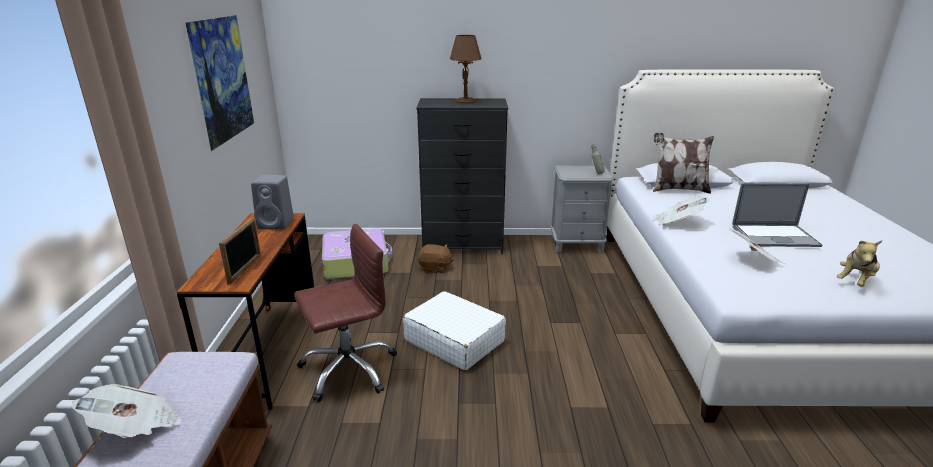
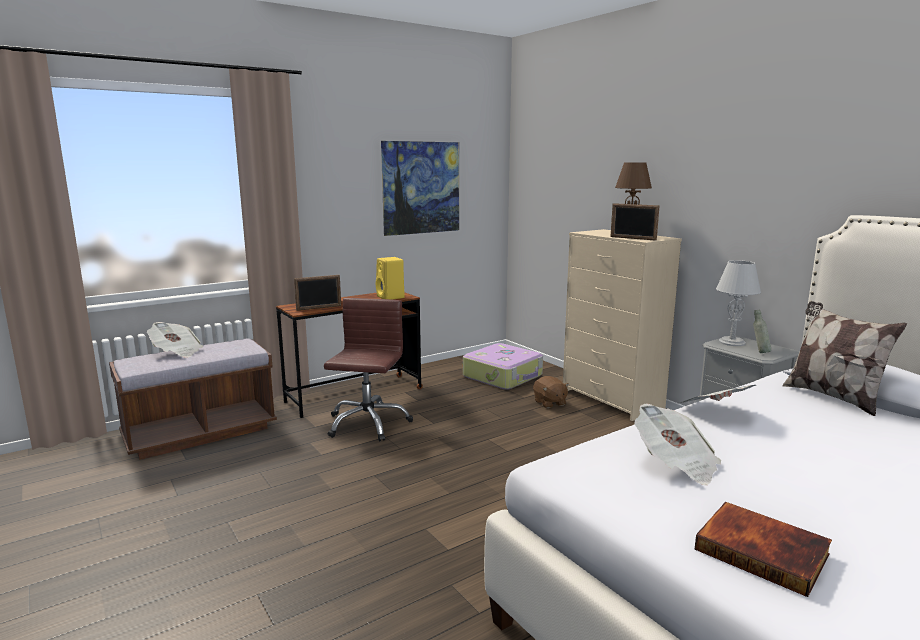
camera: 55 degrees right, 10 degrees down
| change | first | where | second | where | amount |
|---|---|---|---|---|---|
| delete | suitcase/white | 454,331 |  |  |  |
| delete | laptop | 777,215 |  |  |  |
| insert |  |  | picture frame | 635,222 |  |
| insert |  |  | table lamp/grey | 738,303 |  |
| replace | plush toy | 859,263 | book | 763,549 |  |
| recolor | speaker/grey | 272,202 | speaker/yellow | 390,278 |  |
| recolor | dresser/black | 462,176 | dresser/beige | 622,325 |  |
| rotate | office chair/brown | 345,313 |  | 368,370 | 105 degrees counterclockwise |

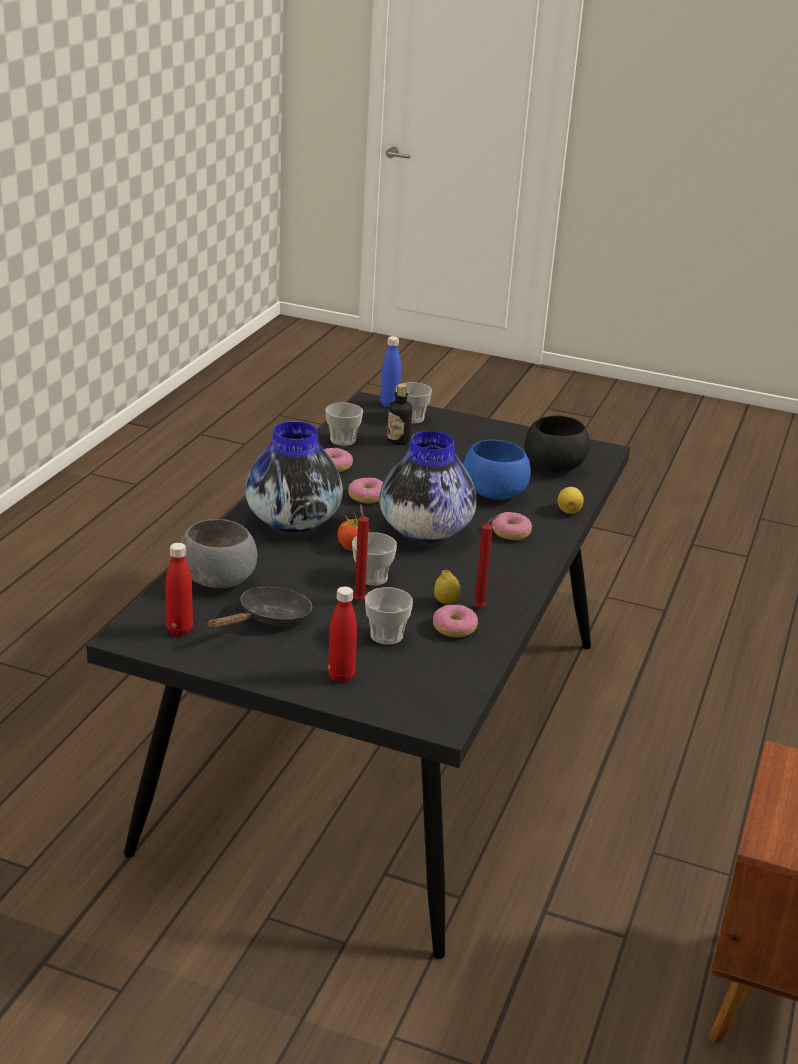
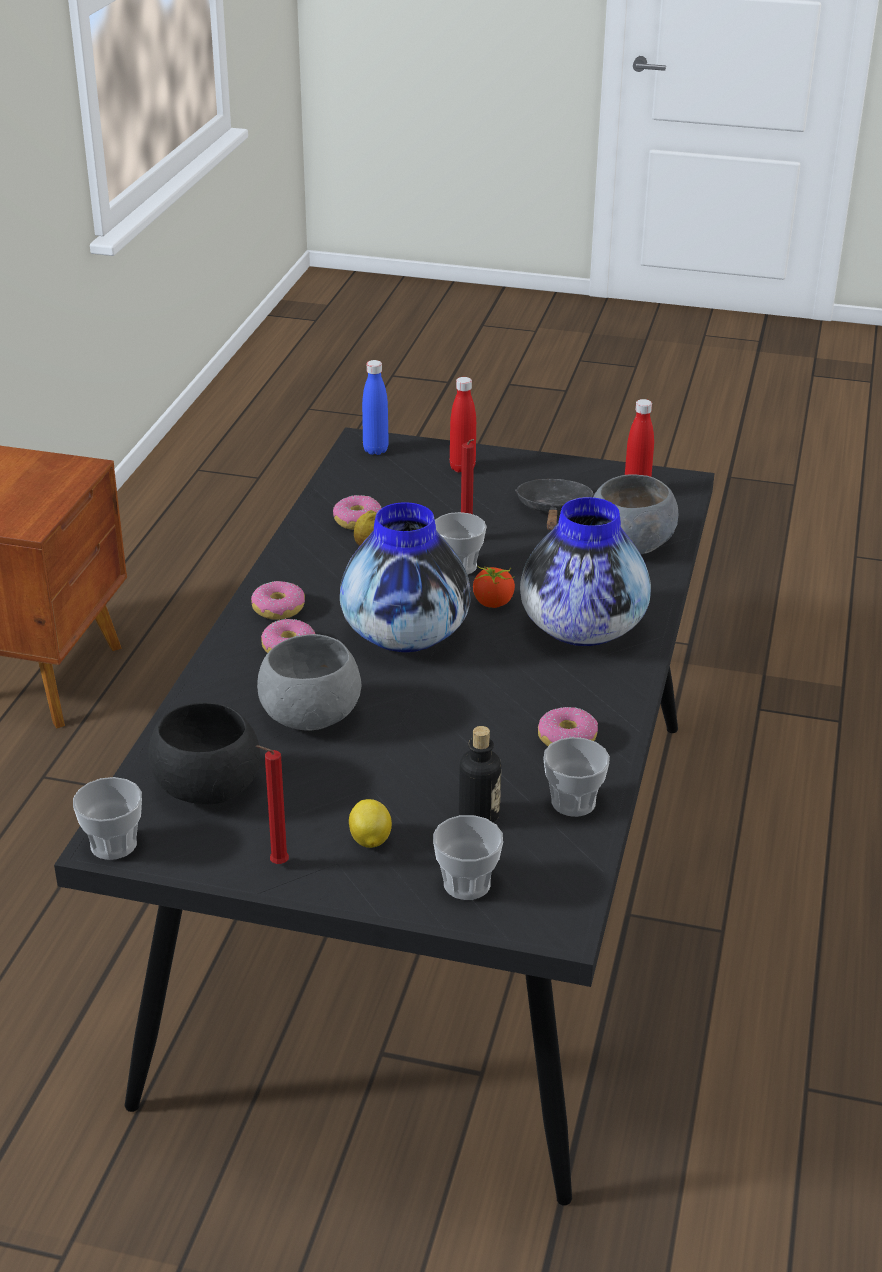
camera: 175 degrees right, 5 degrees up
| change | first | where | second | where | amount |
|---|---|---|---|---|---|
| move | donut | 365,490 |  | 278,600 |  |
| move | cup | 389,616 |  | 107,818 |  |
| move | bottle/blue | 390,371 |  | 375,407 |  |
| move | candle/red | 486,562 |  | 272,804 |  |
| move | lemon | 571,500 |  | 370,823 |  |
| recolor | bowl/blue | 497,470 | bowl/grey | 309,682 |  |
| rotate | frying pan/black | 259,608 |  | 554,504 | 150 degrees clockwise |

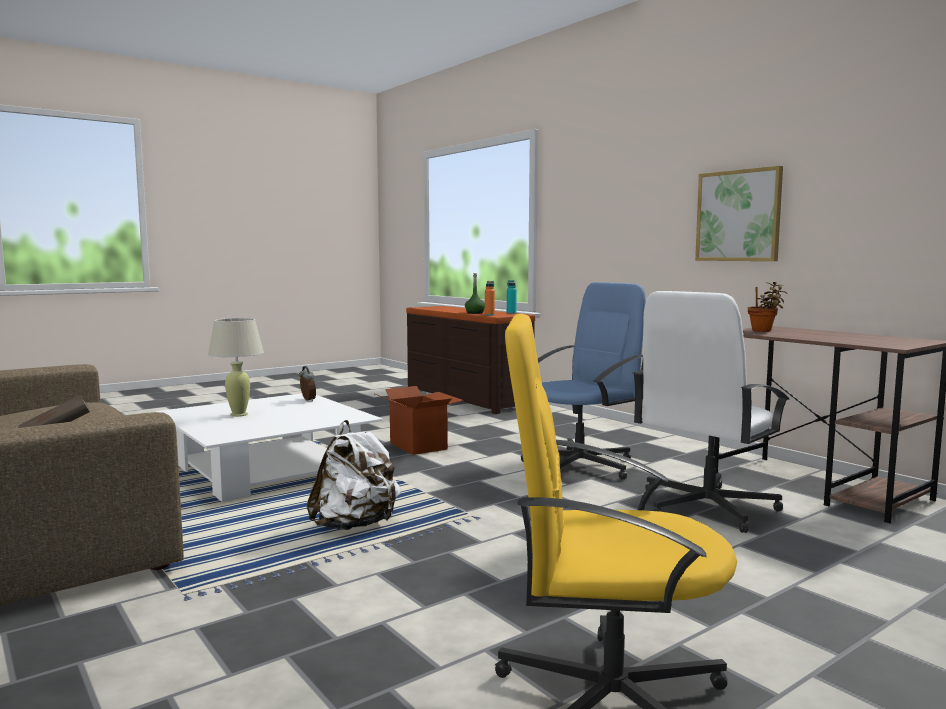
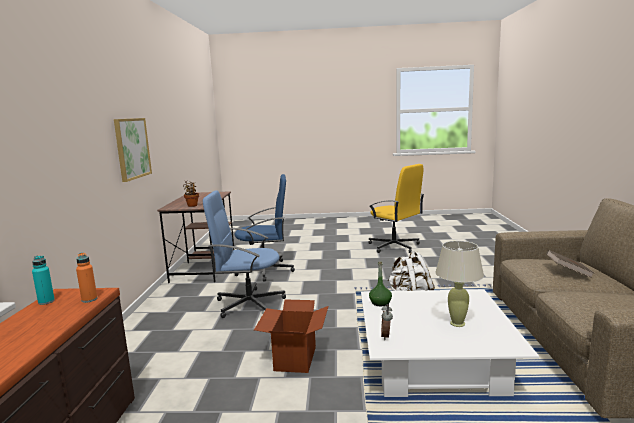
camera: 140 degrees left, 5 degrees up
| change | first | where | second | where | amount |
|---|---|---|---|---|---|
| move | bottle/green | 475,293 |  | 380,284 |  |
| recolor | office chair/white | 711,412 | office chair/blue | 265,228 |  |

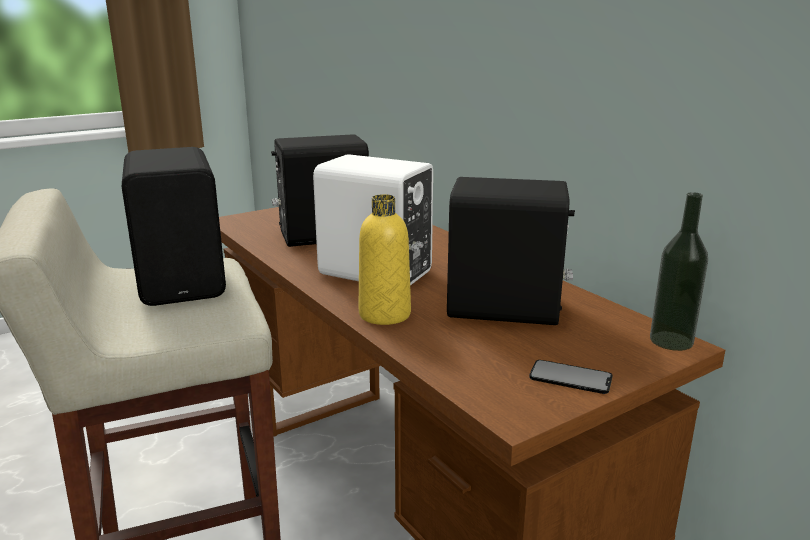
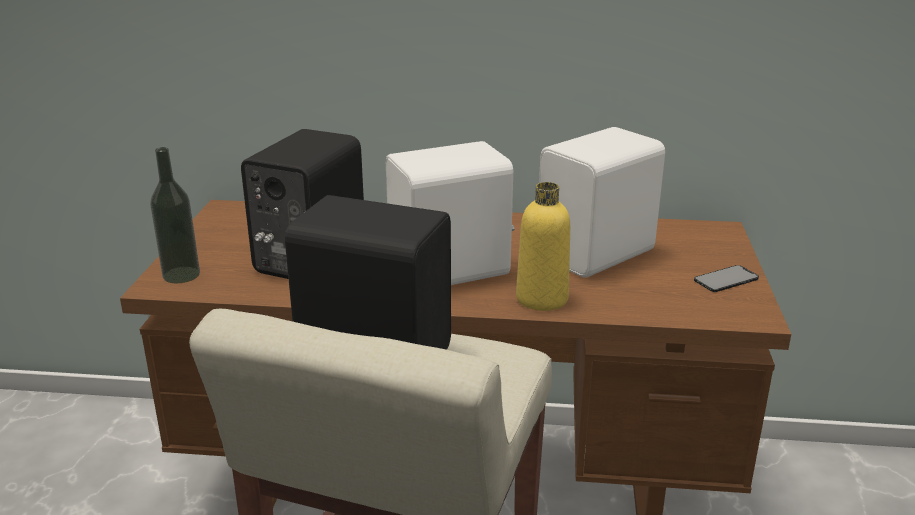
camera: 50 degrees left, 5 degrees up
| change | first | where | second | where | amount |
|---|---|---|---|---|---|
| move | bottle | 679,271 |  | 175,215 |  |
| recolor | speaker/black | 511,251 | speaker/white | 602,202 |  |

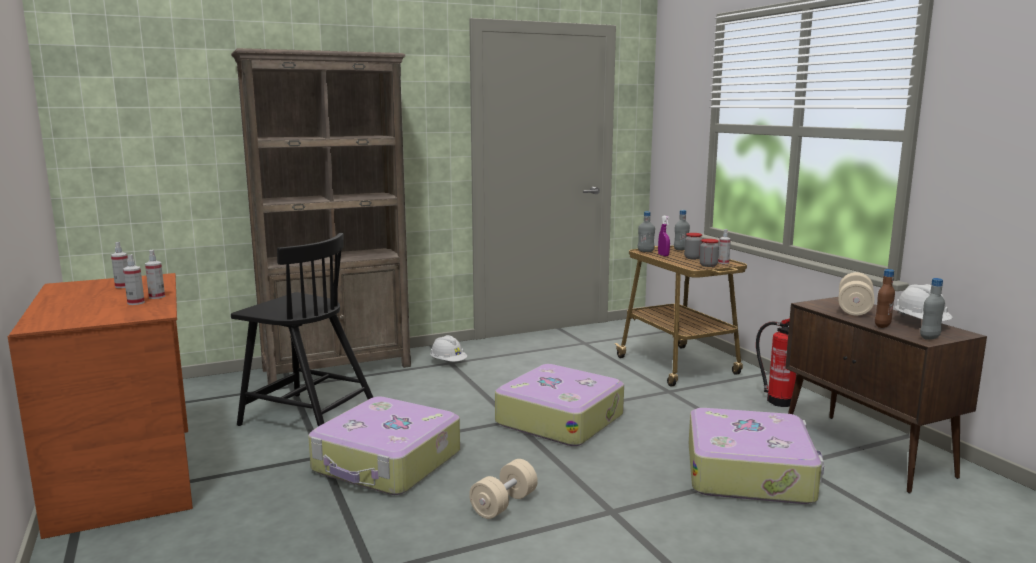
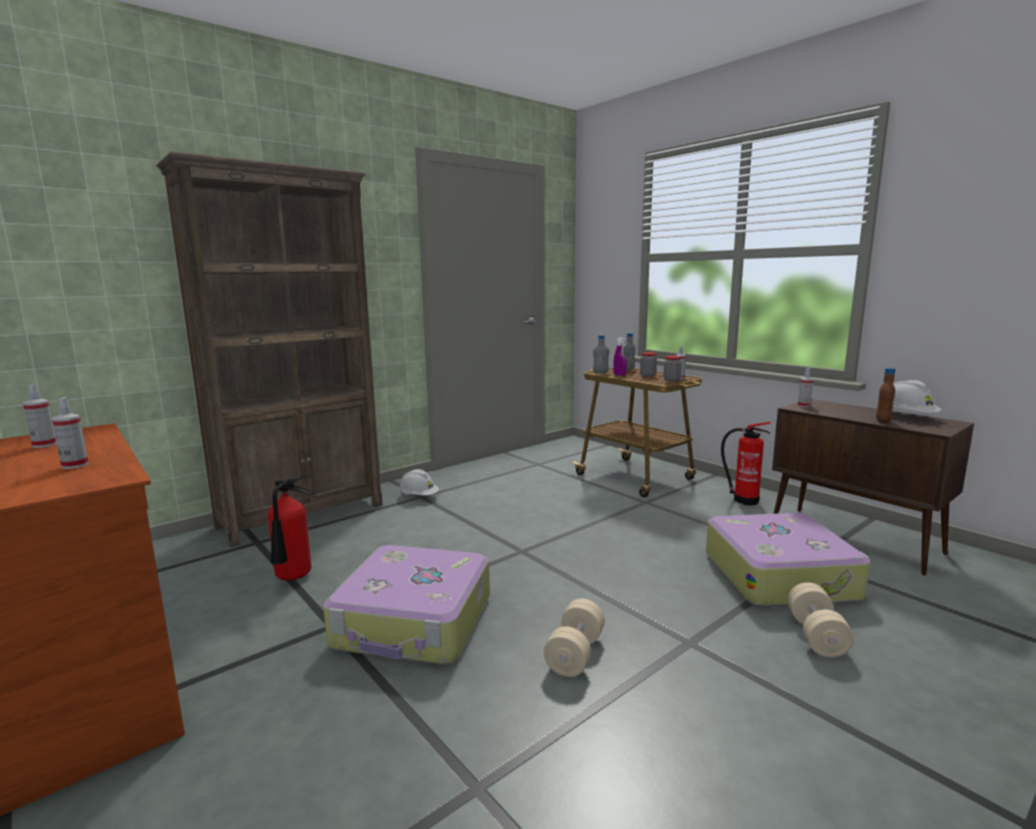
camera: 15 degrees left, 0 degrees up
| change | first | where | second | where | amount |
|---|---|---|---|---|---|
| delete | suitcase | 559,405 |  |  |  |
| delete | bottle/grey | 932,309 |  |  |  |
| move | spray bottle | 155,274 |  | 805,387 |  |
| move | dumbbell/beige | 856,294 |  | 820,620 |  |
| replace | chair/black | 302,329 | fire extinguisher | 291,527 |  |

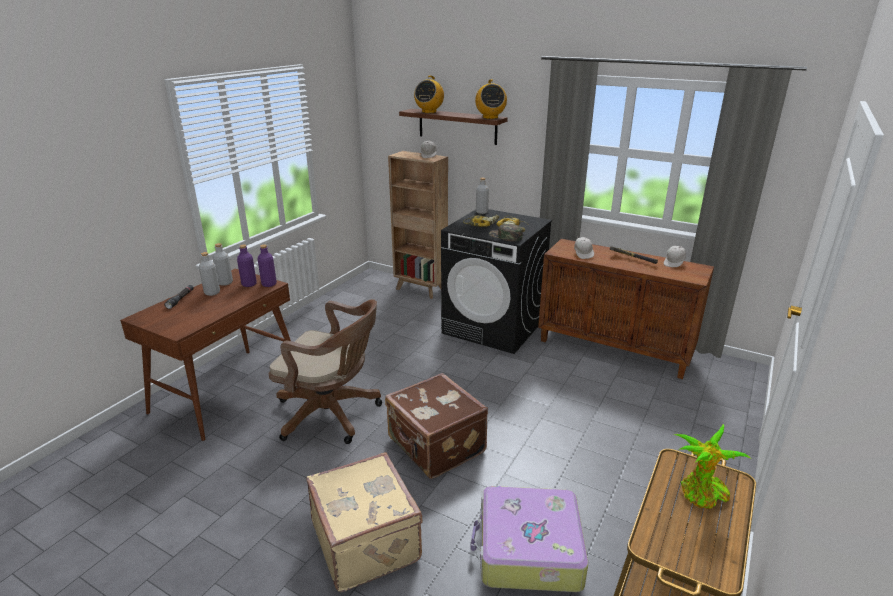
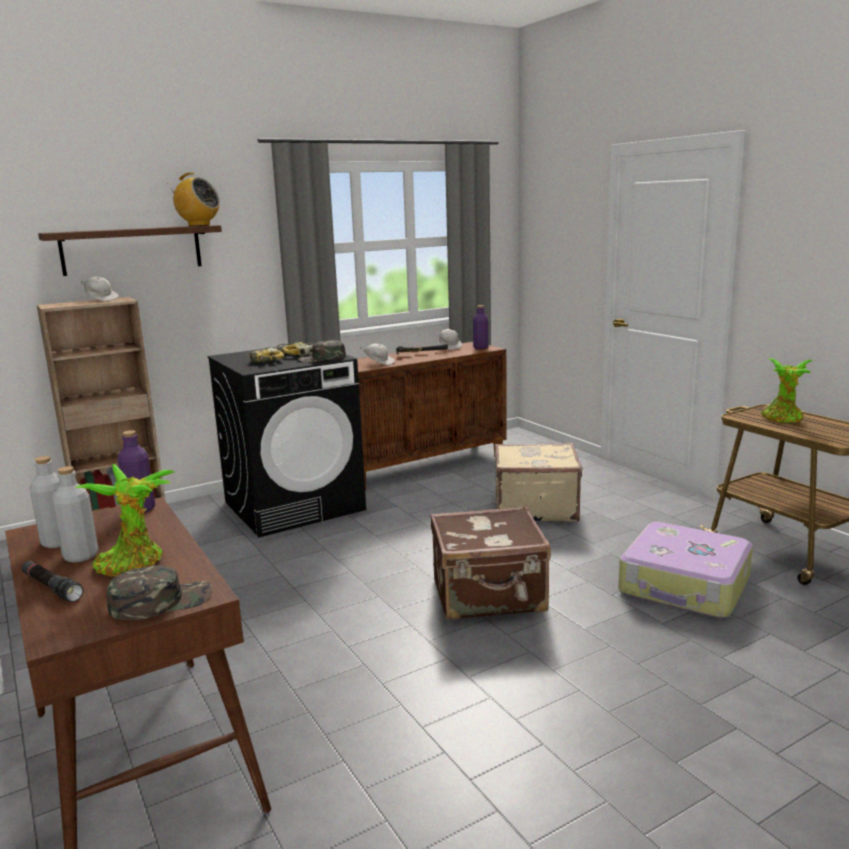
camera: 60 degrees left, 10 degrees down
| change | first | where | second | where | amount |
|---|---|---|---|---|---|
| delete | office chair/brown | 325,371 |  |  |  |
| delete | radio | 429,94 |  |  |  |
| delete | bottle/grey | 482,196 |  |  |  |
| insert |  |  | potted plant | 125,520 |  |
| insert |  |  | cap/green | 159,592 |  |
| move | bottle/purple | 247,266 |  | 481,327 |  |
| move | suitcase/beige | 364,522 |  | 538,482 |  |

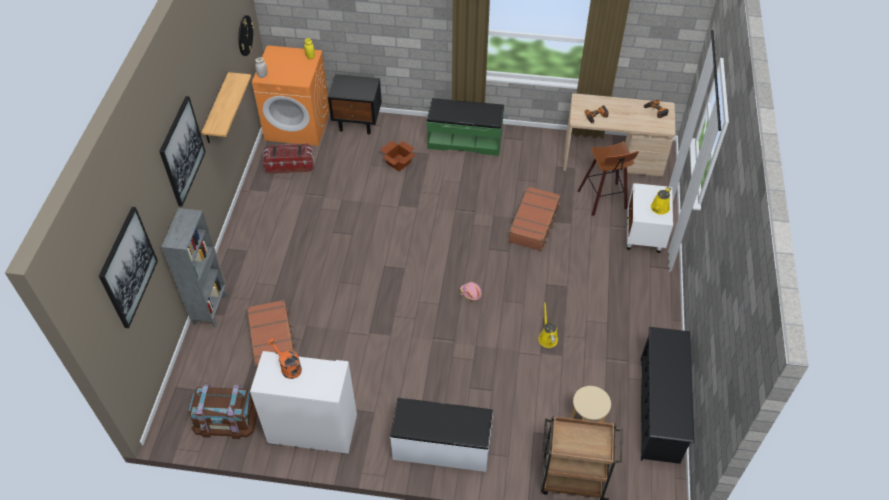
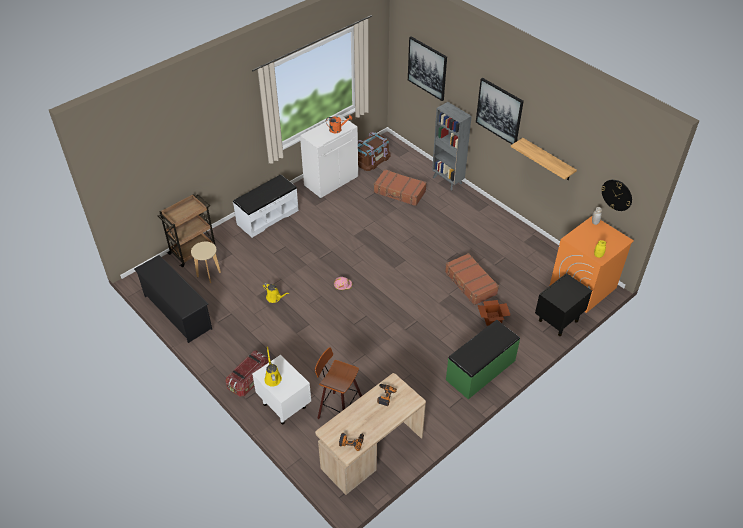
camera: 130 degrees right, 5 degrees down
| change | first | where | second | where | amount |
|---|---|---|---|---|---|
| move | storage box | 288,158 |  | 247,374 |  |
| move | suitcase/brown | 534,218 |  | 472,279 |  |

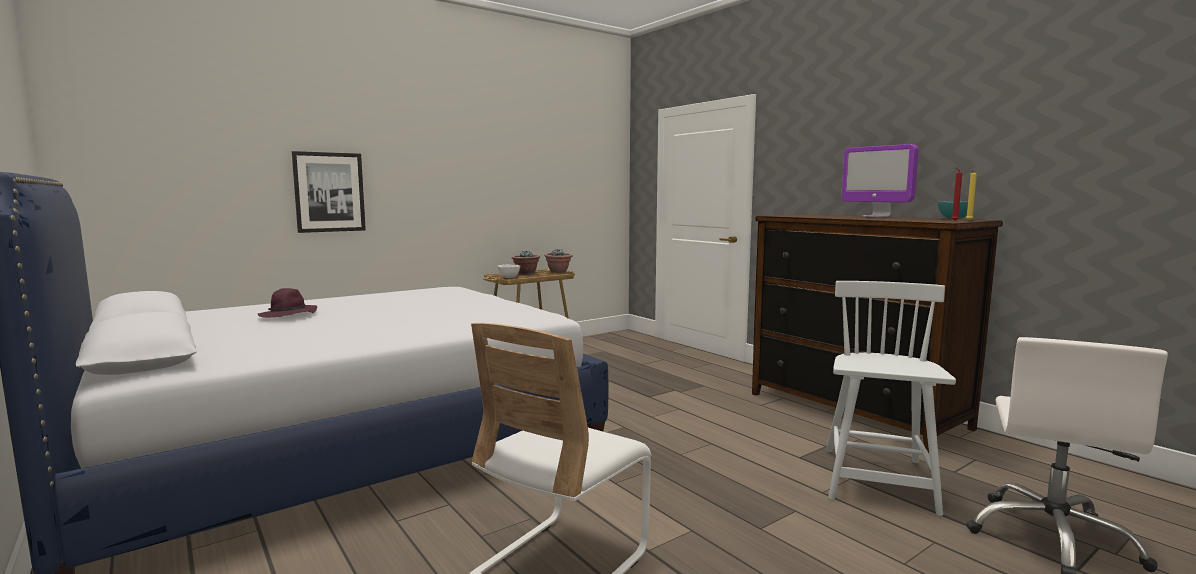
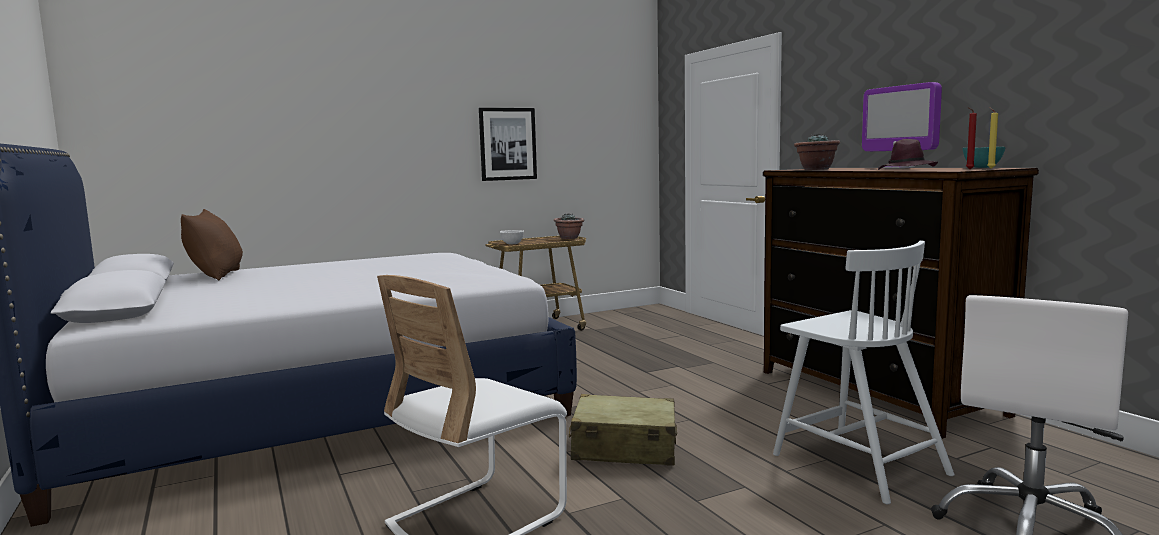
camera: 10 degrees right, 0 degrees up
| change | first | where | second | where | amount |
|---|---|---|---|---|---|
| insert |  |  | pillow/brown | 212,244 |  |
| insert |  |  | suitcase/beige | 623,430 |  |
| move | hat/purple | 287,303 |  | 908,154 |  |
| move | picture | 329,192 |  | 508,144 |  |
| move | potted plant | 525,262 |  | 817,152 |  |
| rotate | chair/white | 891,398 |  | 863,372 | 120 degrees clockwise |

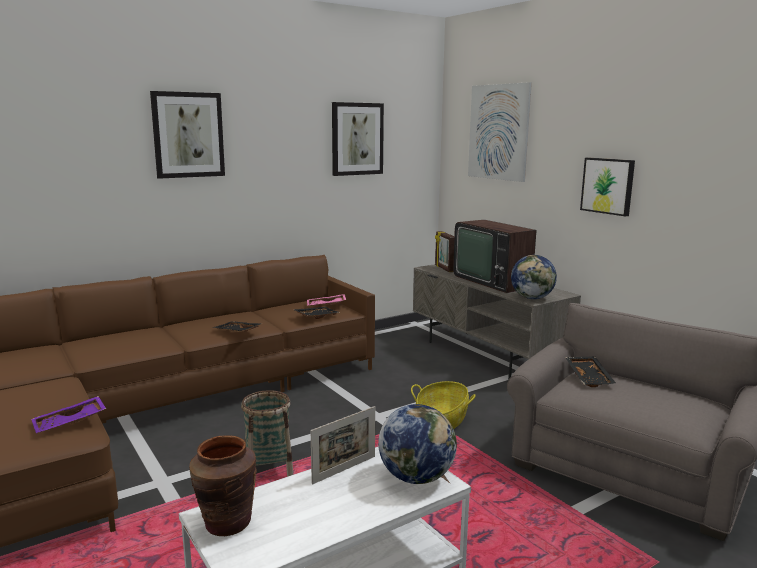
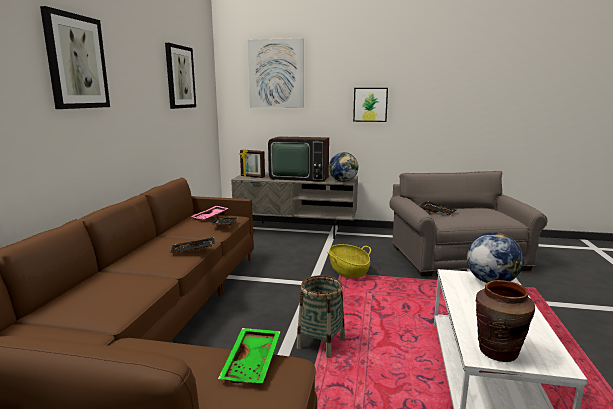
camera: 45 degrees left, 0 degrees up
| change | first | where | second | where | amount |
|---|---|---|---|---|---|
| delete | picture frame | 343,445 |  |  |  |
| recolor | tray/purple | 68,414 | tray/green | 249,355 |  |

